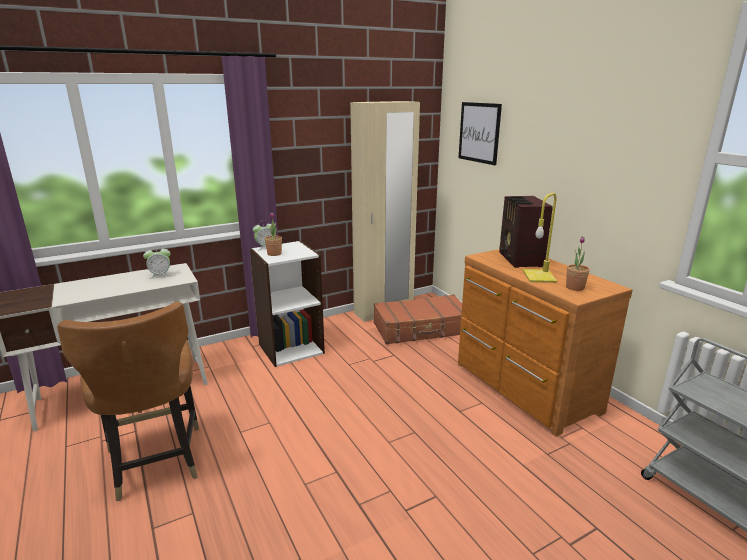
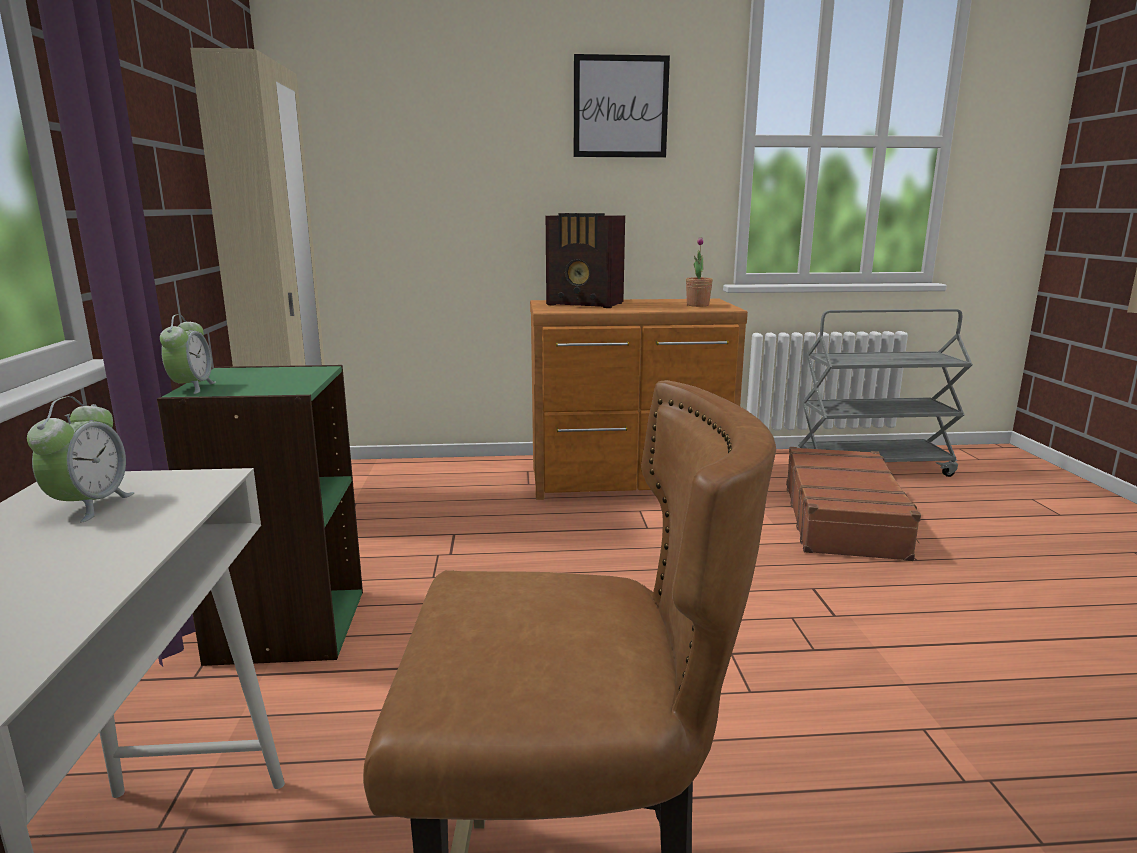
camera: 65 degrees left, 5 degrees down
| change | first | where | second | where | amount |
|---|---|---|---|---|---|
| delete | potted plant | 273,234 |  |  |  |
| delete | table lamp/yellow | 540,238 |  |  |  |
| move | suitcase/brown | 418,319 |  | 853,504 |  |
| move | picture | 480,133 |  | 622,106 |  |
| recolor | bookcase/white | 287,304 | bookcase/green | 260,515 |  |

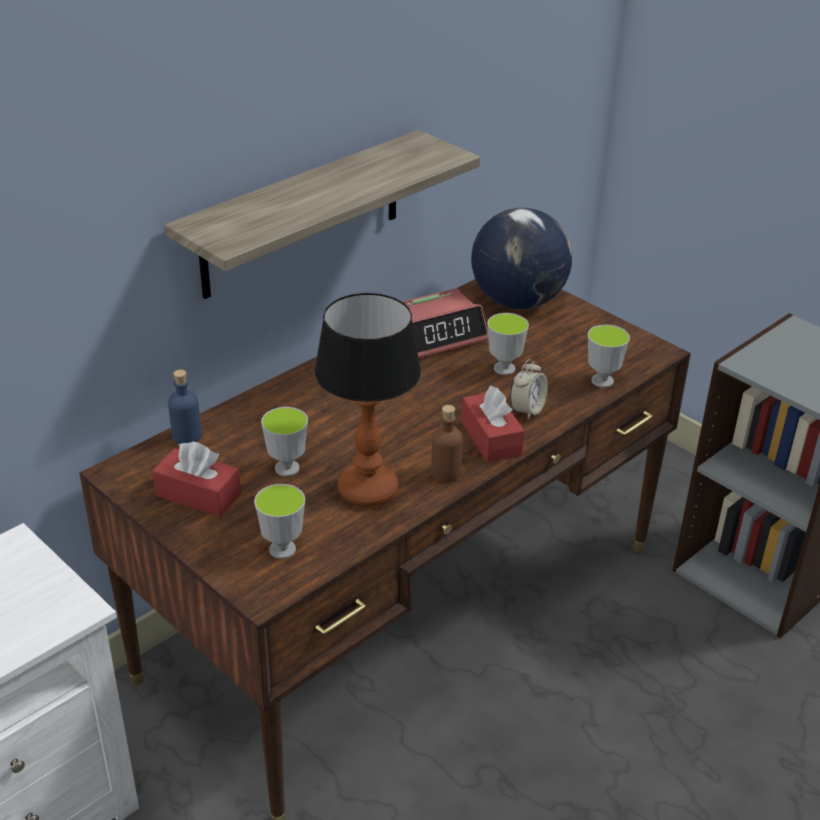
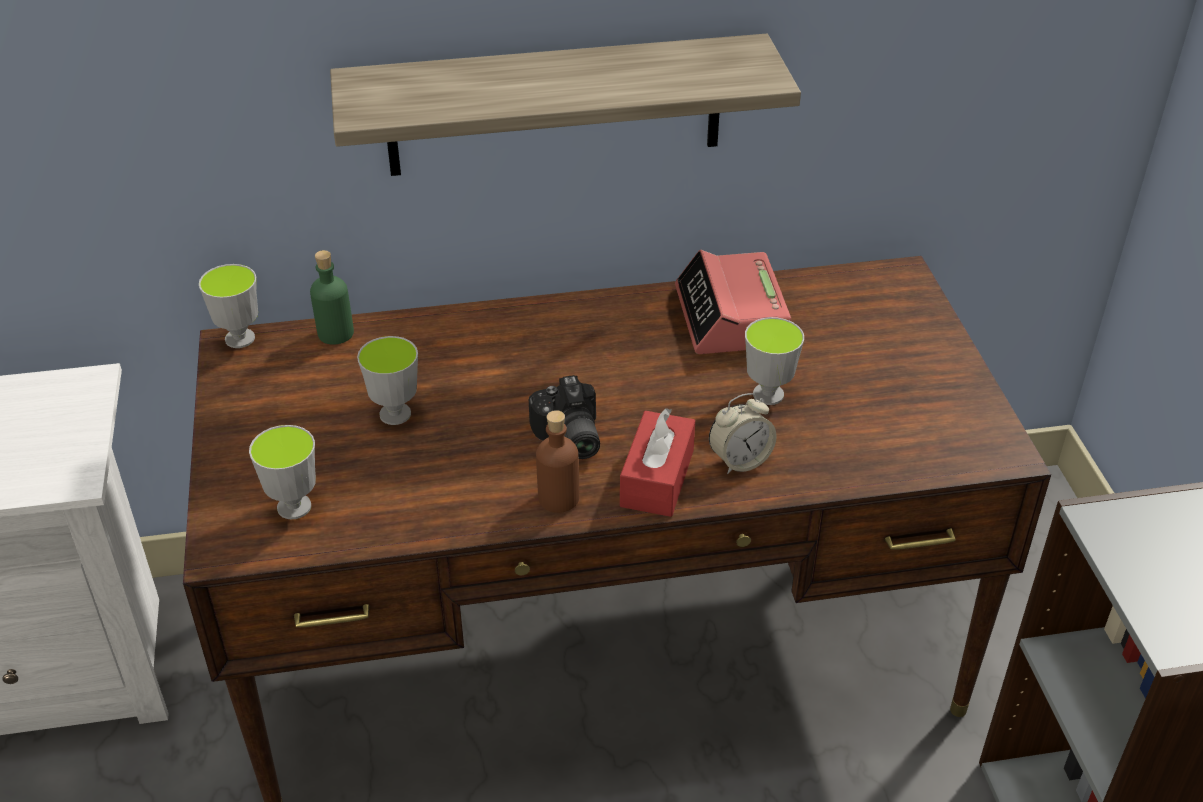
camera: 35 degrees right, 5 degrees up
| change | first | where | second | where | amount |
|---|---|---|---|---|---|
| delete | tissue box/red | 197,479 |  |  |  |
| delete | table lamp | 367,400 |  |  |  |
| delete | globe | 521,258 |  |  |  |
| insert |  |  | photo camera | 564,417 |  |
| move | cup | 609,356 |  | 228,306 |  |
| recolor | bottle/blue | 185,406 | bottle/green | 332,297 |  |
| rotate | alarm clock | 445,323 |  | 733,302 | 75 degrees clockwise |

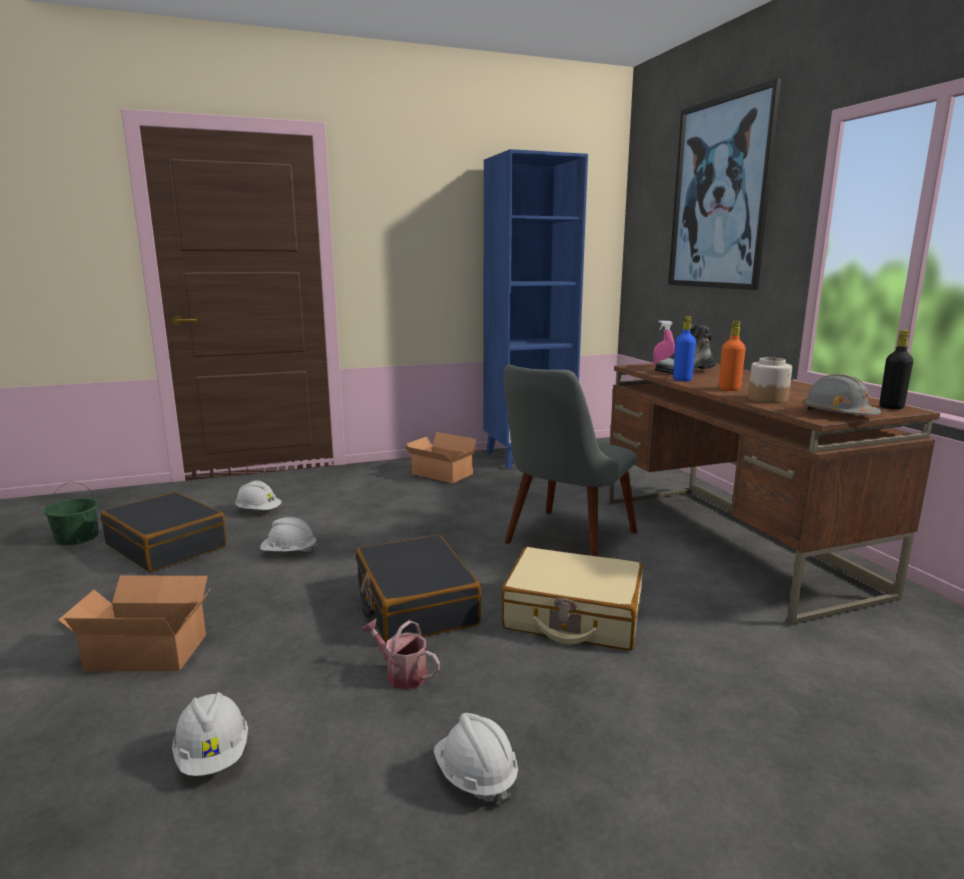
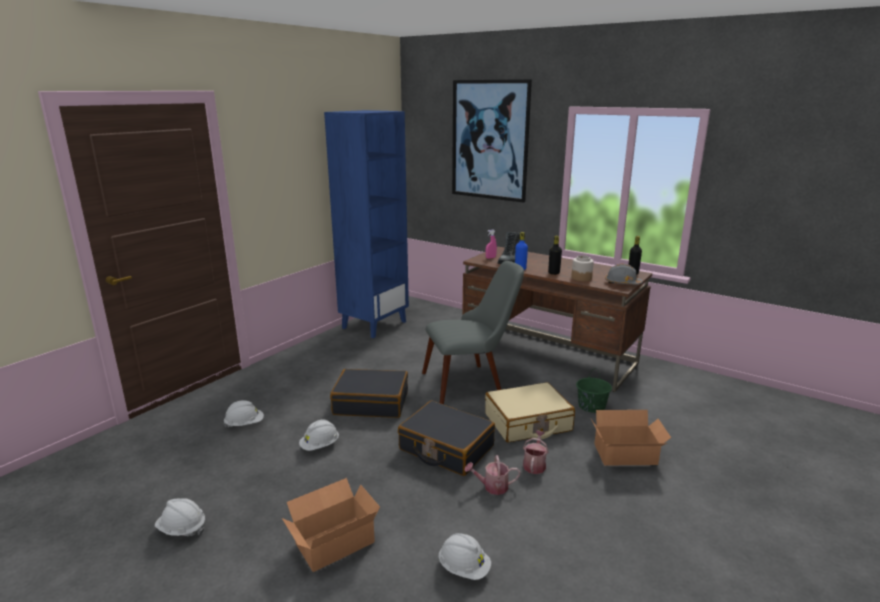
camera: 35 degrees left, 5 degrees up
| change | first | where | second | where | amount |
|---|---|---|---|---|---|
| insert |  |  | watering can | 535,452 |  |
| move | bucket/green | 71,513 |  | 594,390 |  |
| move | suitcase/black | 163,532 |  | 369,393 |  |
| move | cardboard box | 441,458 |  | 631,437 |  |
| move | hard hat/white | 476,759 |  | 180,517 |  |
| recolor | bottle/orange | 732,356 | bottle/black | 555,255 |  |
| rotate | chair/grey | 570,460 |  | 473,332 | 105 degrees counterclockwise |

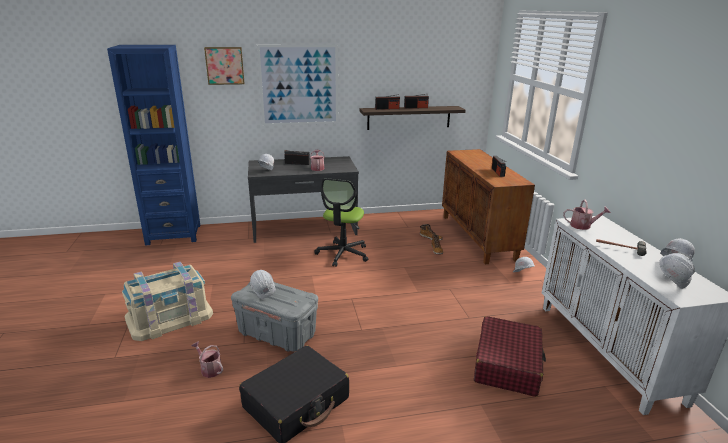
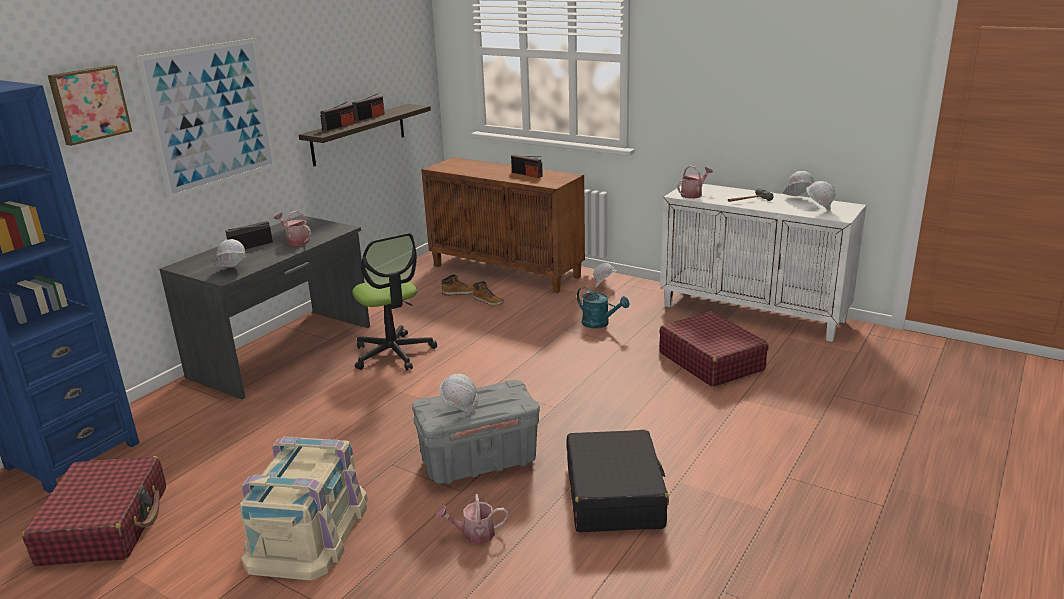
camera: 45 degrees left, 0 degrees up
| change | first | where | second | where | amount |
|---|---|---|---|---|---|
| insert |  |  | suitcase/red | 94,511 |  |
| insert |  |  | watering can/turquoise | 603,308 |  |

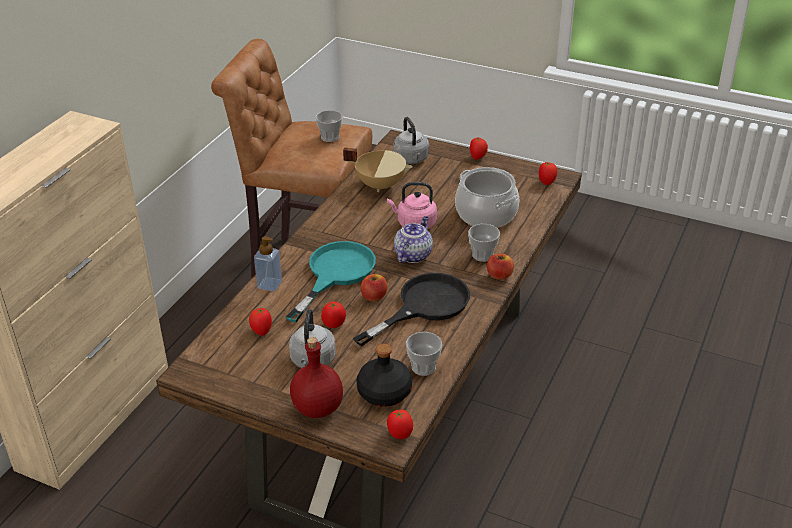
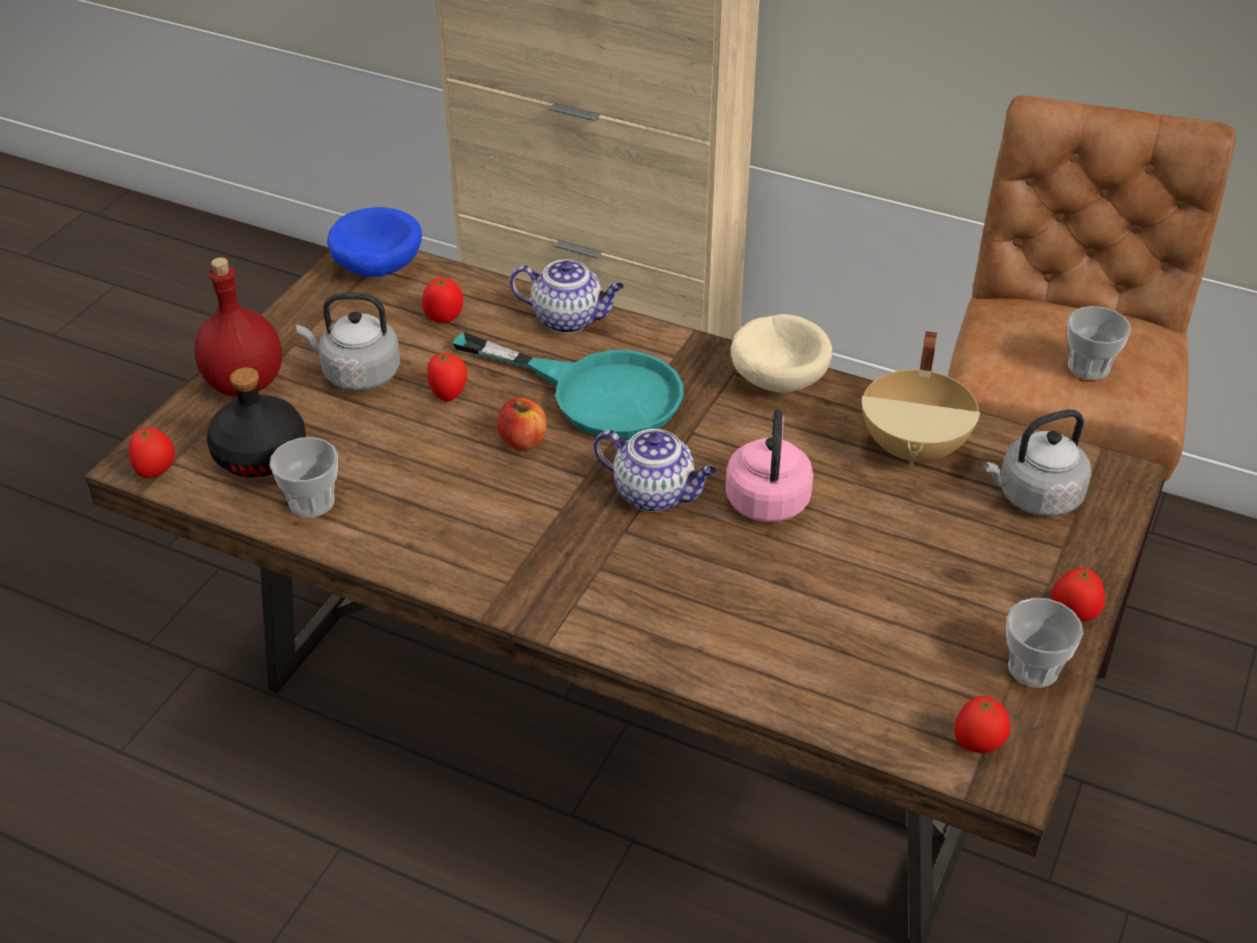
camera: 90 degrees right, 5 degrees up
| change | first | where | second | where | amount |
|---|---|---|---|---|---|
| delete | frying pan/black | 411,309 |  |  |  |
| delete | cooking pot | 487,197 |  |  |  |
| delete | apple | 500,267 |  |  |  |
| insert |  |  | bowl/blue | 374,242 |  |
| insert |  |  | bowl/beige | 781,353 |  |
| move | cup | 484,243 |  | 1044,643 |  |
| replace | soap dispenser | 268,264 | teapot | 567,296 |  |

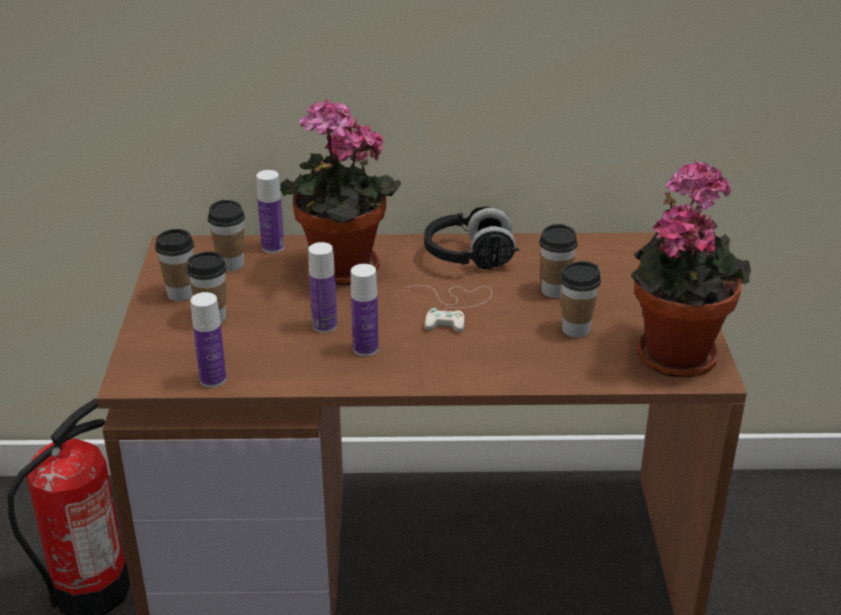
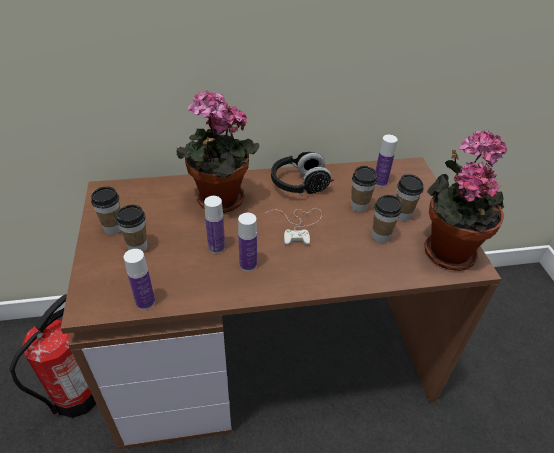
camera: 10 degrees left, 10 degrees up
| change | first | where | second | where | amount |
|---|---|---|---|---|---|
| move | cup | 226,235 |  | 410,197 |  |
| move | bottle | 270,211 |  | 386,161 |  |

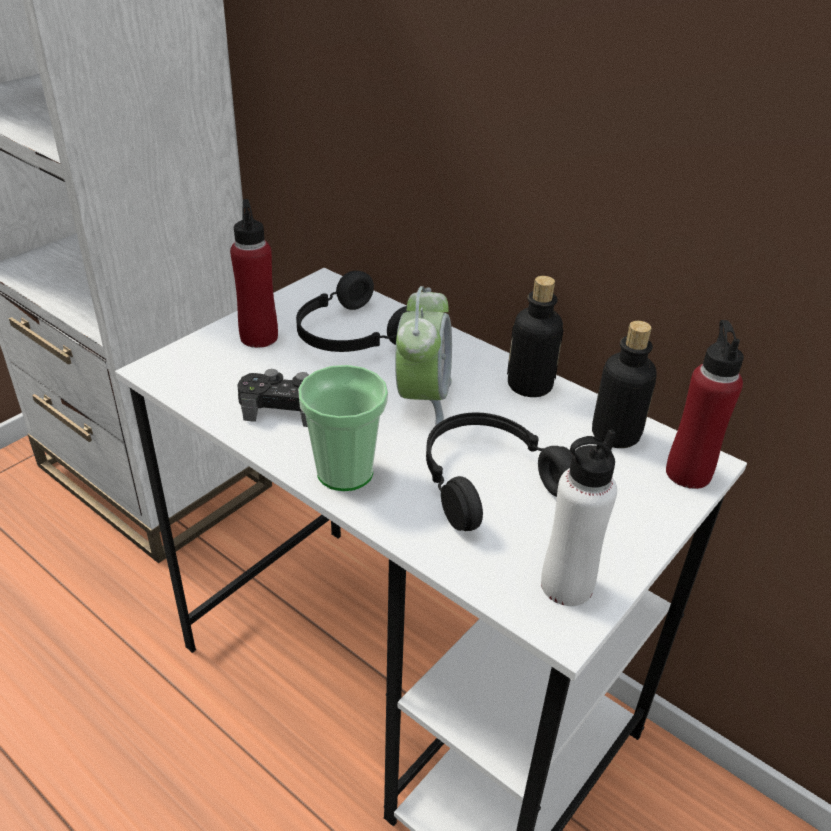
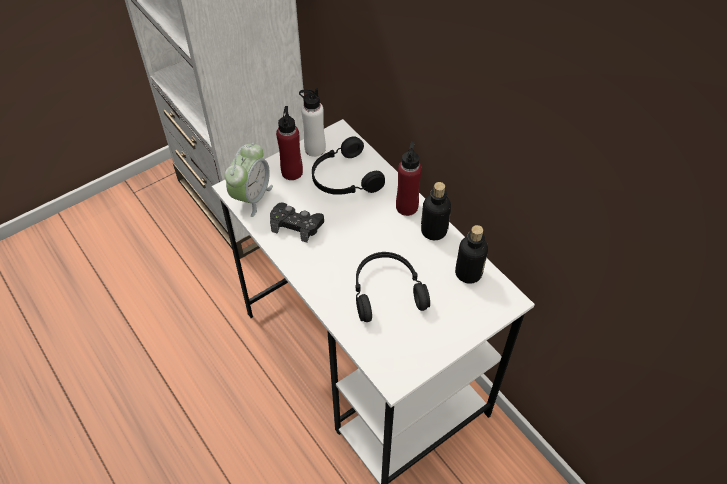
camera: 15 degrees right, 15 degrees up
| change | first | where | second | where | amount |
|---|---|---|---|---|---|
| delete | cup | 343,428 |  |  |  |
| move | alarm clock | 423,355 |  | 249,180 |  |
| move | bottle/white | 579,517 |  | 312,122 |  |
| move | bottle/red | 705,404 |  | 409,178 |  |

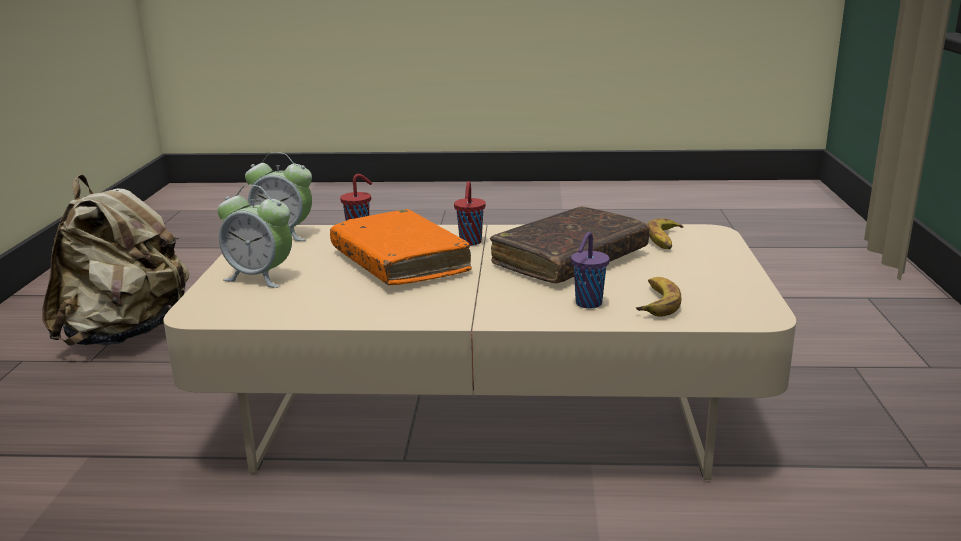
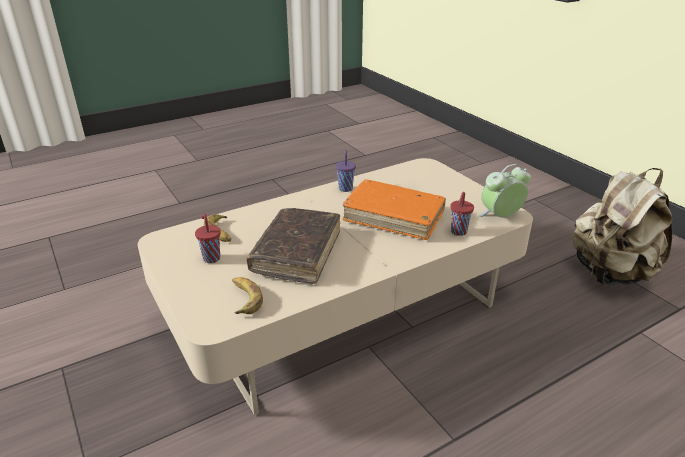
camera: 145 degrees right, 10 degrees up
| change | first | where | second | where | amount |
|---|---|---|---|---|---|
| delete | alarm clock | 254,236 |  |  |  |
| move | cup/red | 470,213 |  | 208,238 |  |
| move | cup/purple | 590,270 |  | 346,171 |  |

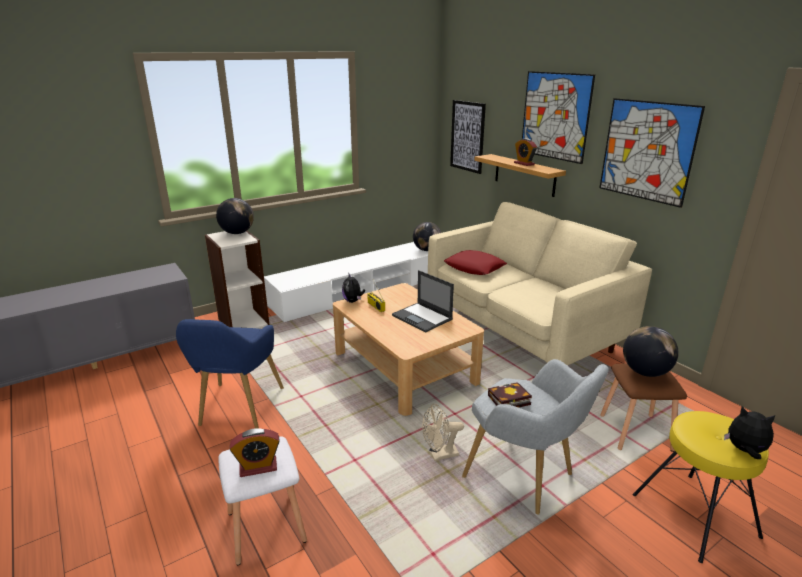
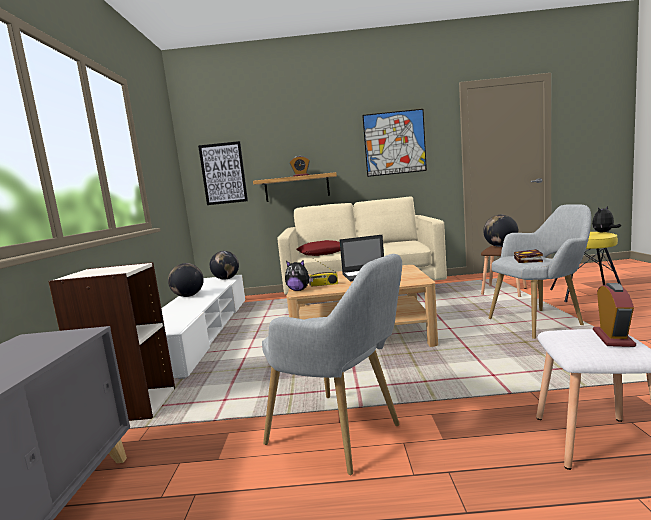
camera: 55 degrees left, 15 degrees down
| change | first | where | second | where | amount |
|---|---|---|---|---|---|
| delete | fan/beige | 443,432 |  |  |  |
| delete | picture | 558,117 |  |  |  |
| move | globe | 235,216 |  | 186,280 |  |
| recolor | armchair/blue | 230,373 | armchair/grey | 332,364 |  |

